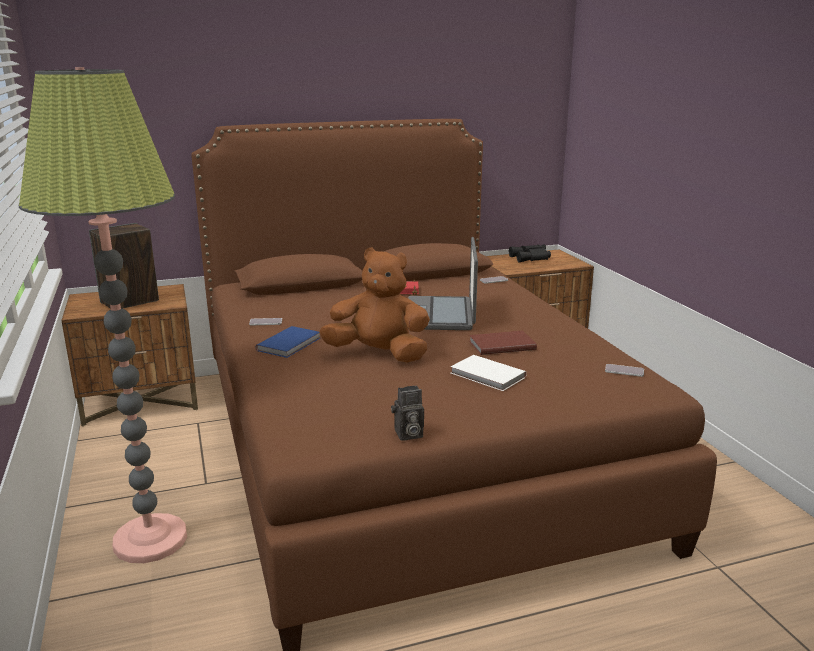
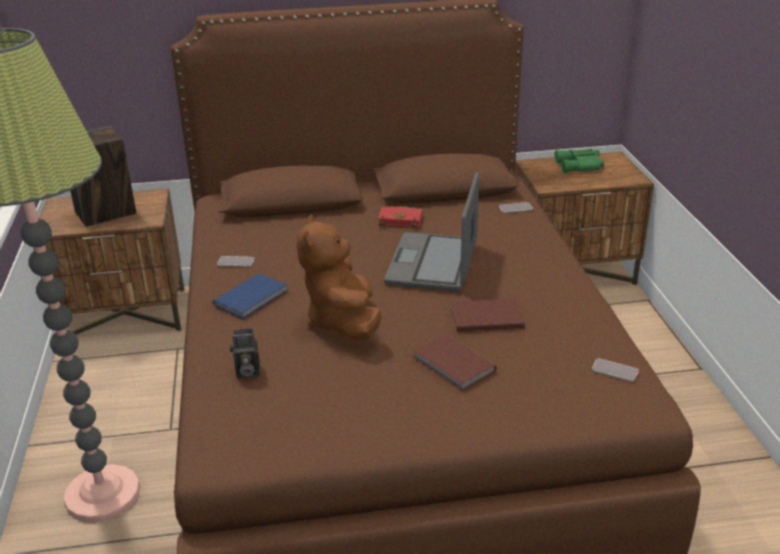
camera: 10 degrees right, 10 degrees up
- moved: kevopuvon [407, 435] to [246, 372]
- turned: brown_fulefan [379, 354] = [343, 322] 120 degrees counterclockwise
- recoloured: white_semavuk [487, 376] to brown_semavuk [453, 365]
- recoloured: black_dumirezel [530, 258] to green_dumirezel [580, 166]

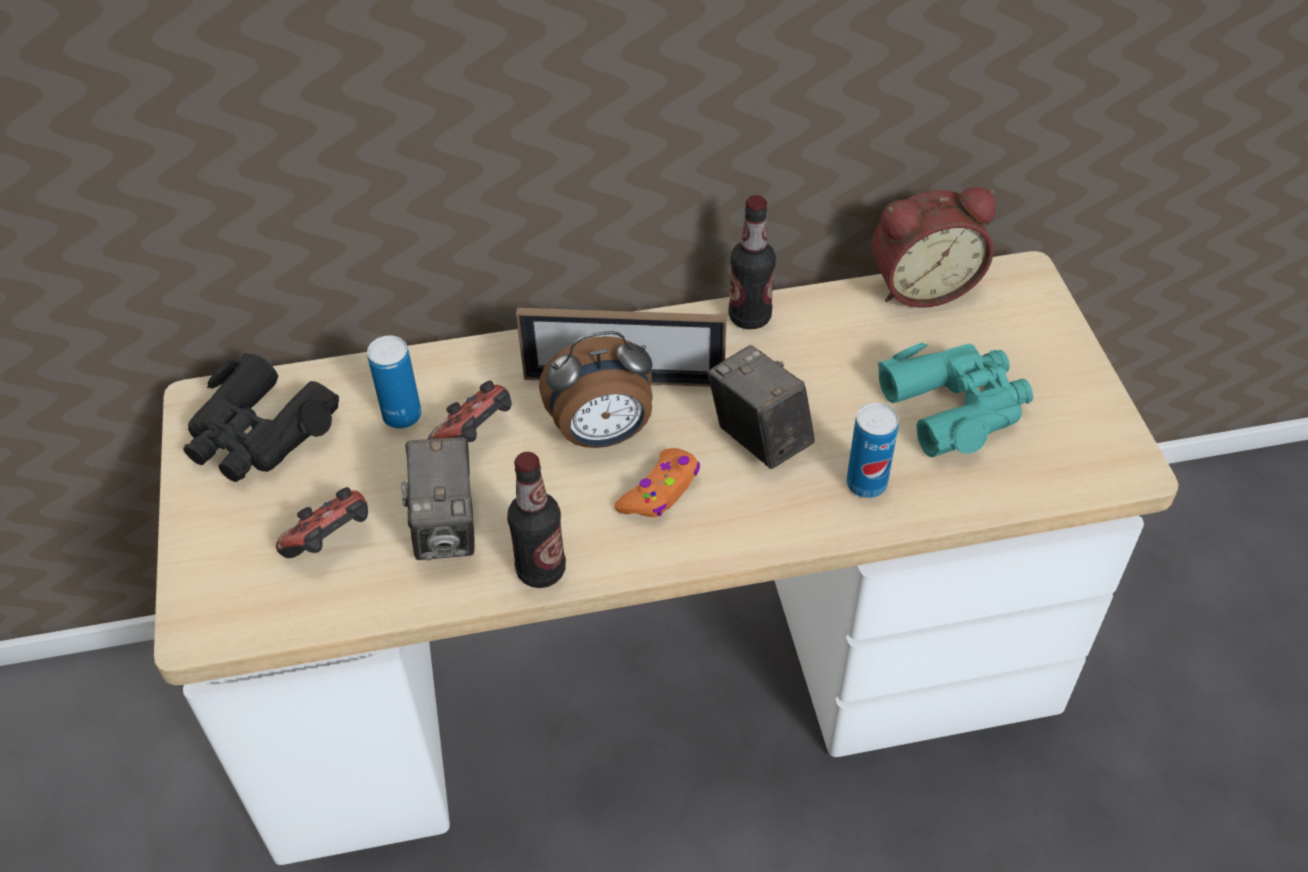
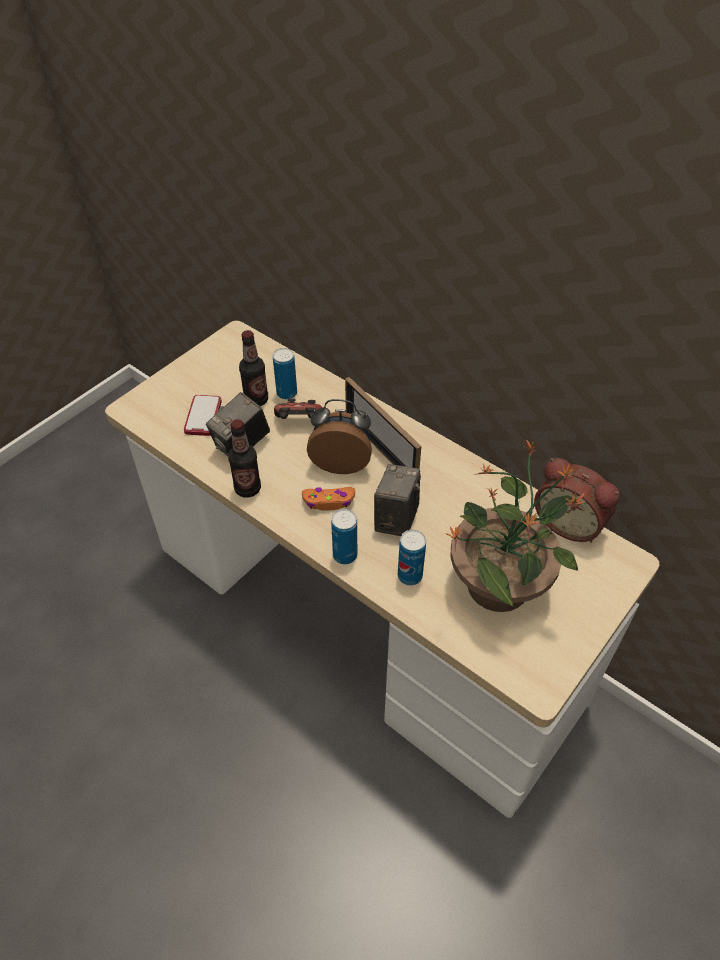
camera: 50 degrees right, 0 degrees up
- replaced: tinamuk [332, 542] to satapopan [203, 416]
- moved: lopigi [749, 317] to [256, 400]
- turned: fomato [602, 435] = [341, 462] 150 degrees clockwise
- added: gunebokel [345, 555]
- replaced: turquoise_dumirezel [956, 406] to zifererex [500, 584]
- removed: black_dumirezel [259, 434]

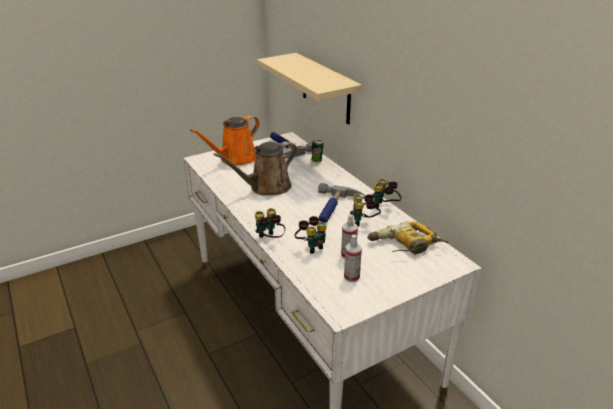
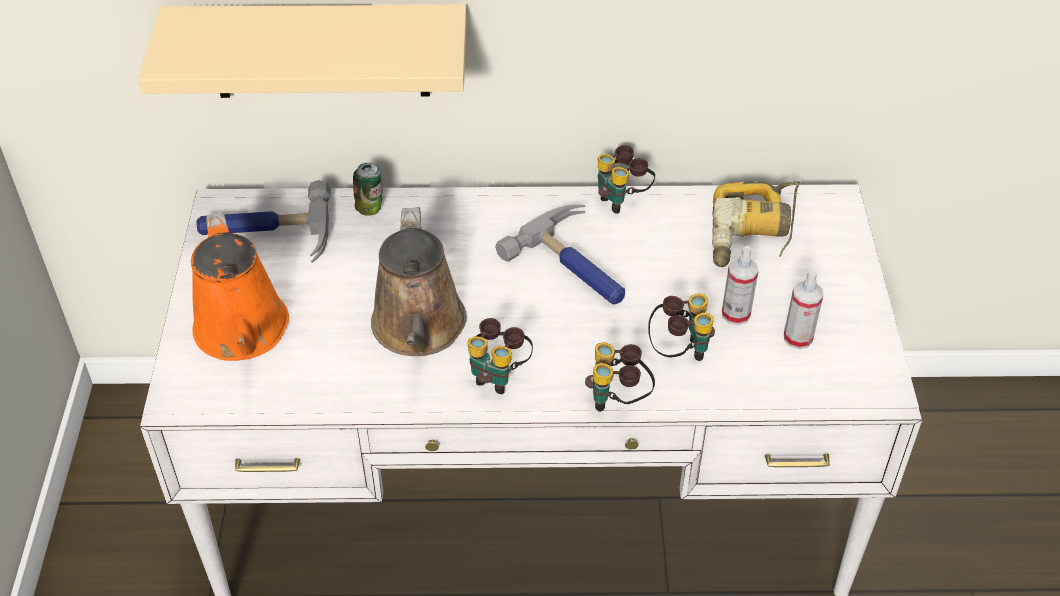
camera: 60 degrees left, 15 degrees up
- moved: dumirezel [364, 222] to [498, 375]

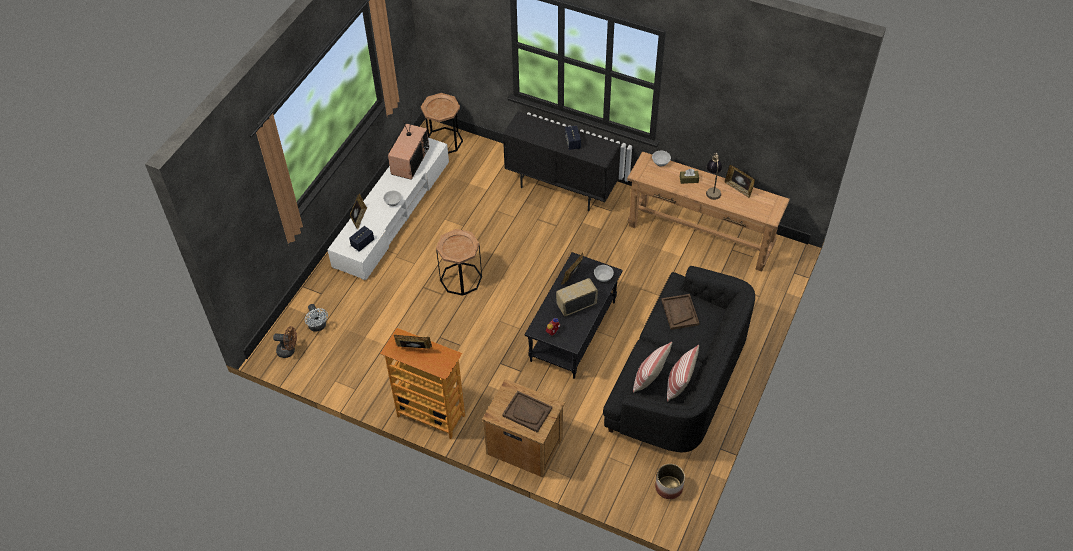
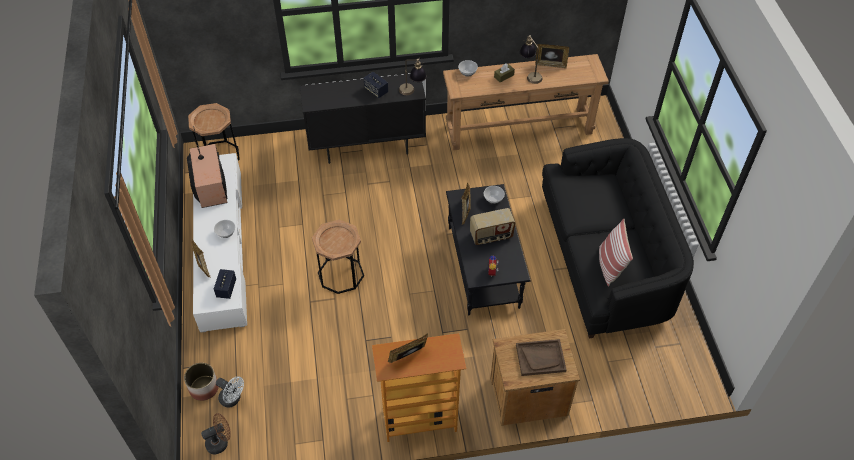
camera: 35 degrees left, 0 degrees up
- moved: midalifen [669, 487] to [204, 388]
- added: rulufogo [412, 92]
- turned: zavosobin [576, 305] = [491, 236] 135 degrees counterclockwise
- removed: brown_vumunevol [679, 312]
- removed: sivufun [679, 384]

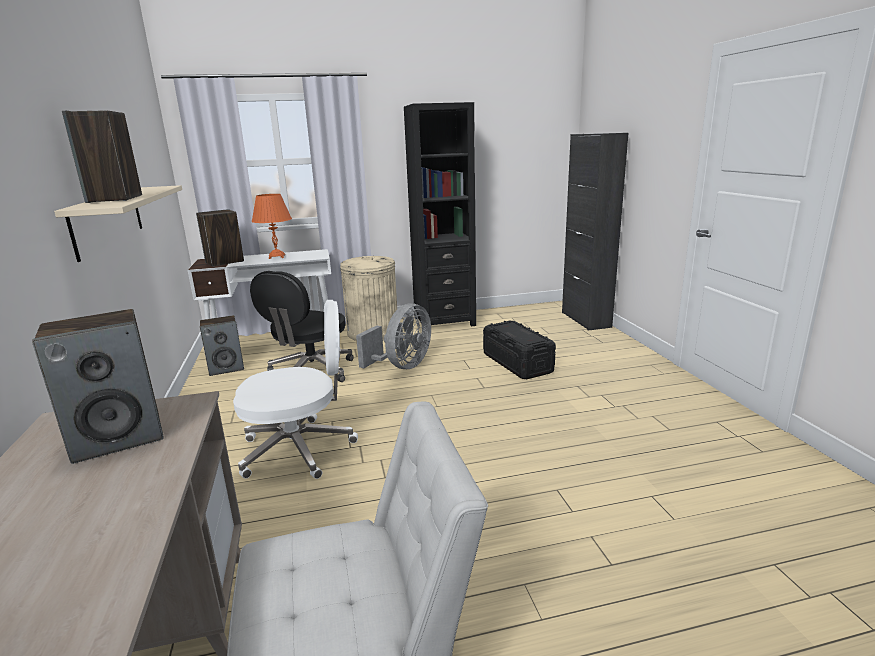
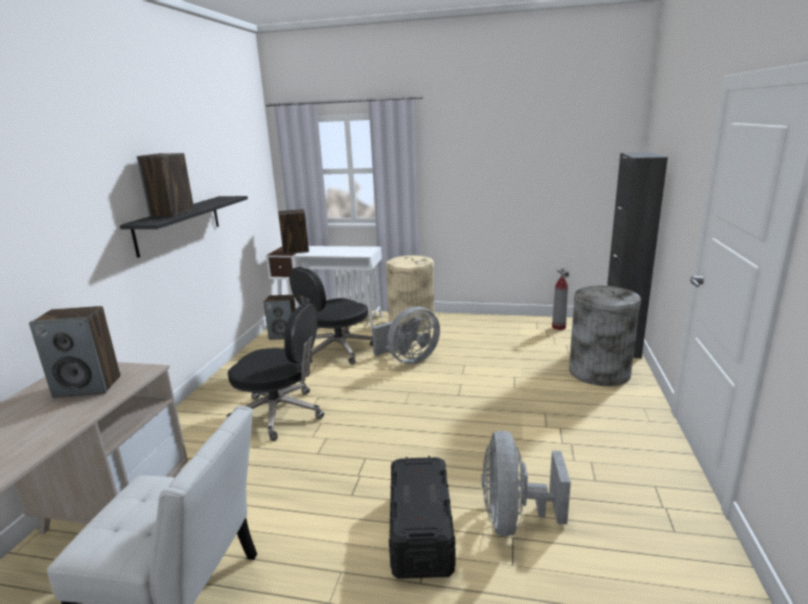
camera: 25 degrees right, 0 degrees up
- recoloured: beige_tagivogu [108, 220] to black_tagivogu [179, 224]
- recoloured: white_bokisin [300, 449] to black_bokisin [280, 414]
- moved: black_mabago [517, 363] to [421, 531]
- added: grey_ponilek [514, 519]
- added: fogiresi [558, 327]
- added: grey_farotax [599, 372]
- removed: orange_rulufogo [277, 257]
- removed: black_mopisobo [444, 321]

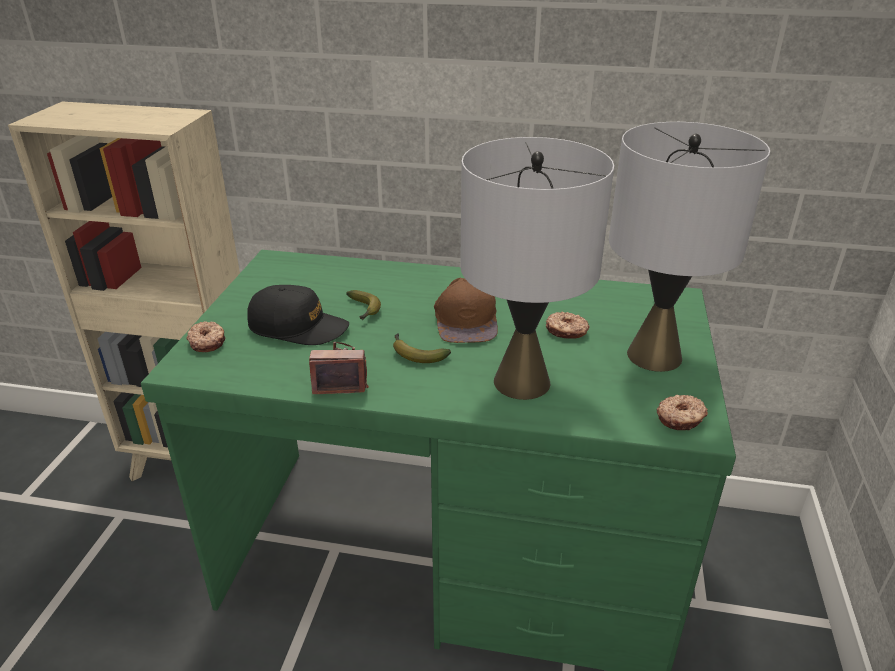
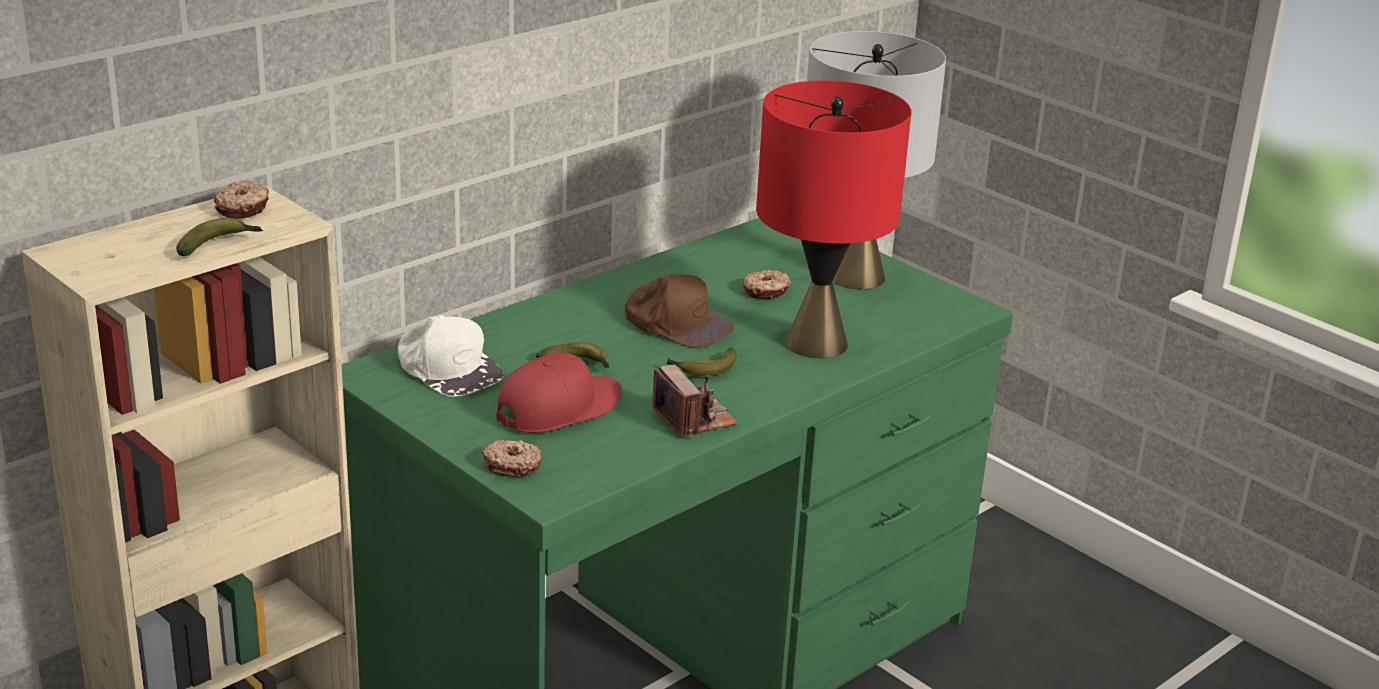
camera: 55 degrees left, 5 degrees down
- added: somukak [218, 245]
- moved: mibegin [681, 419] to [243, 208]
- added: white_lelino [448, 368]
- recoloured: black_lelino [298, 327] to red_lelino [559, 408]
- turned: kevopuvon [340, 379] = [694, 419] 120 degrees clockwise
- recoloured: grey_rulufogo [522, 382] to red_rulufogo [817, 343]

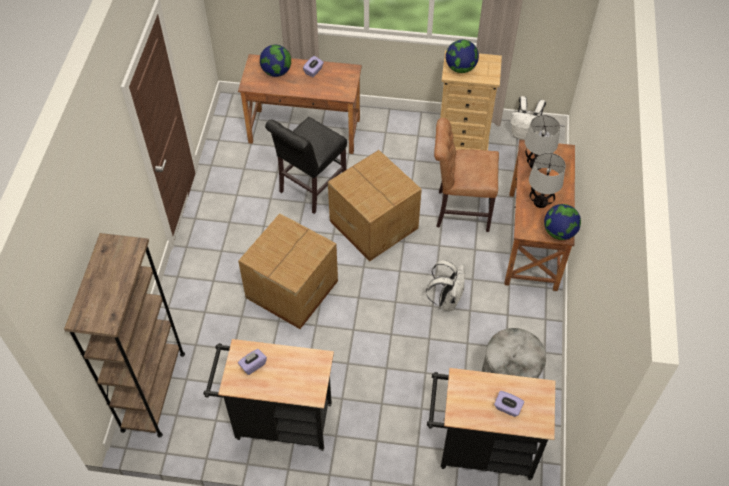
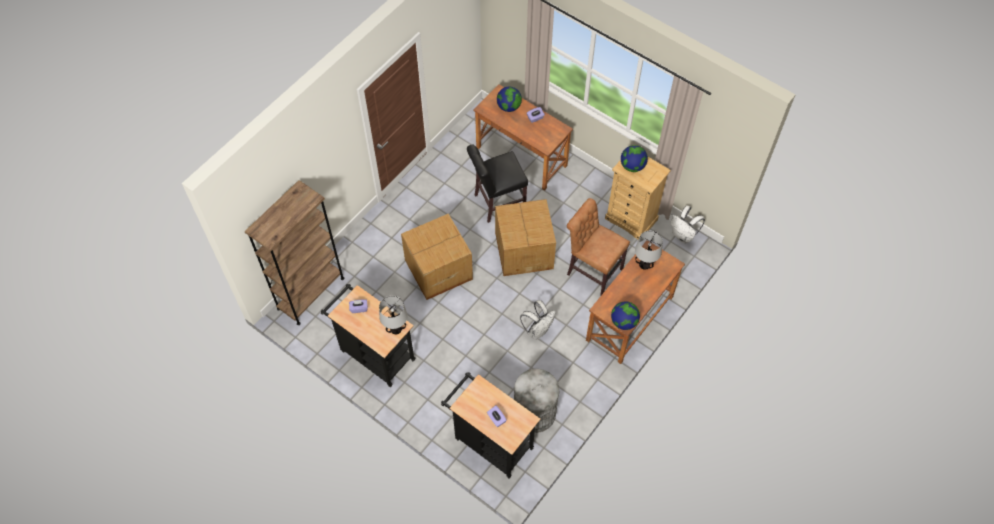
camera: 30 degrees right, 5 degrees up
- moved: rulufogo [540, 202] to [395, 329]

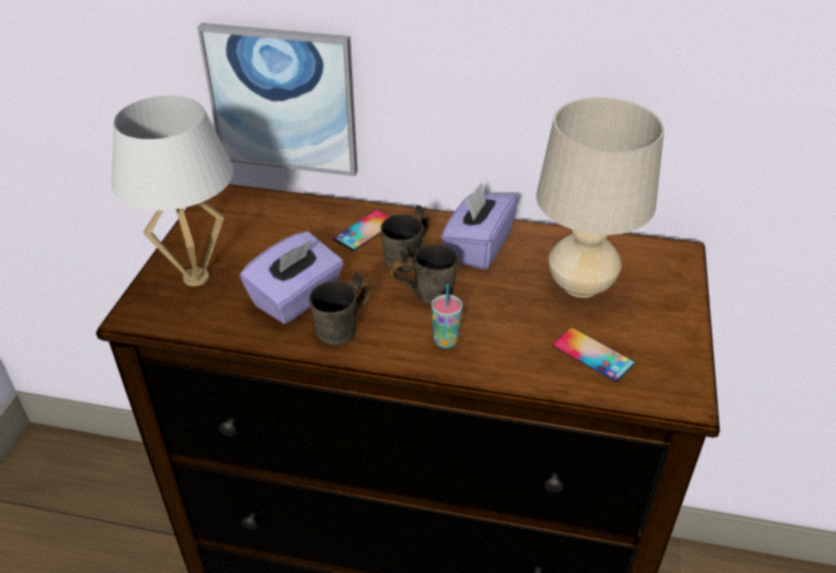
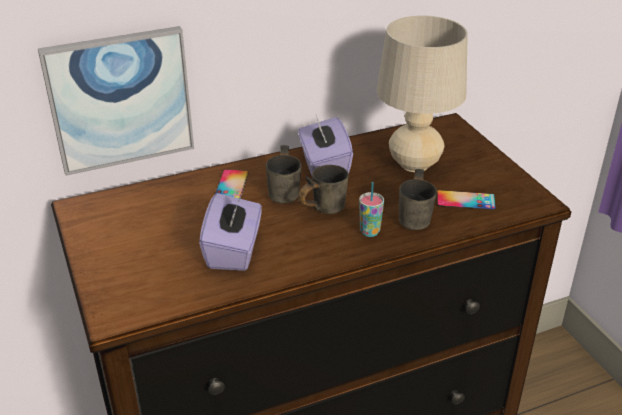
camera: 35 degrees left, 5 degrees down
- moved: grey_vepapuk [346, 331] to [418, 218]
- removed: white_rulufogo [197, 278]

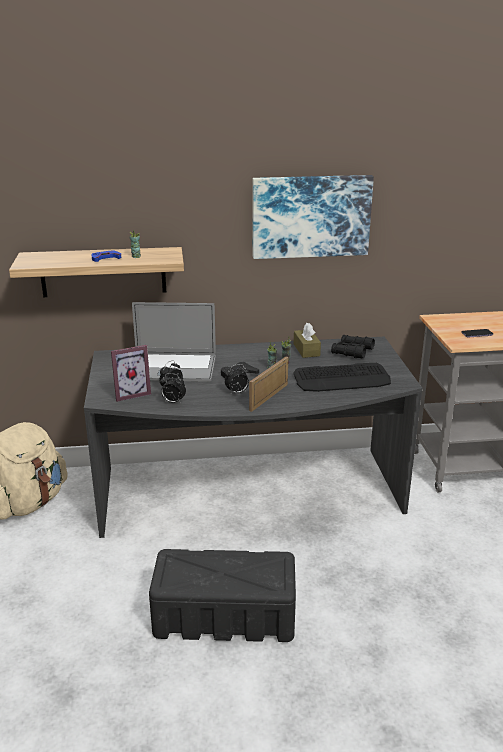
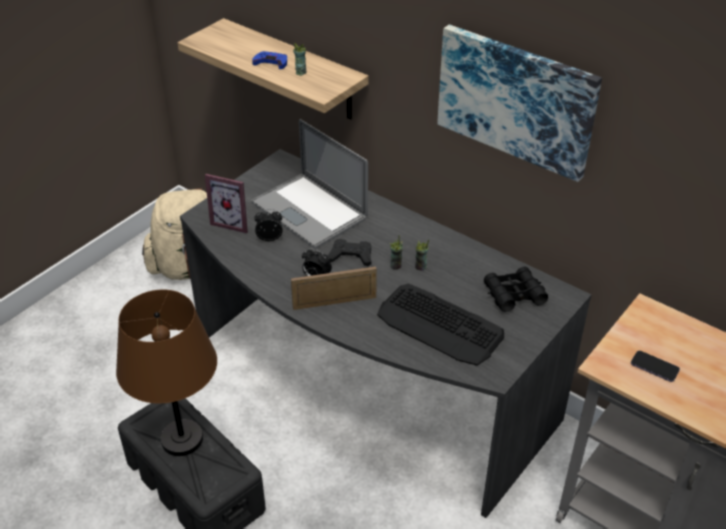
camera: 45 degrees right, 15 degrees up
- added: brown_rulufogo [182, 439]
- removed: fomato [173, 402]
- removed: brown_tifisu [306, 350]

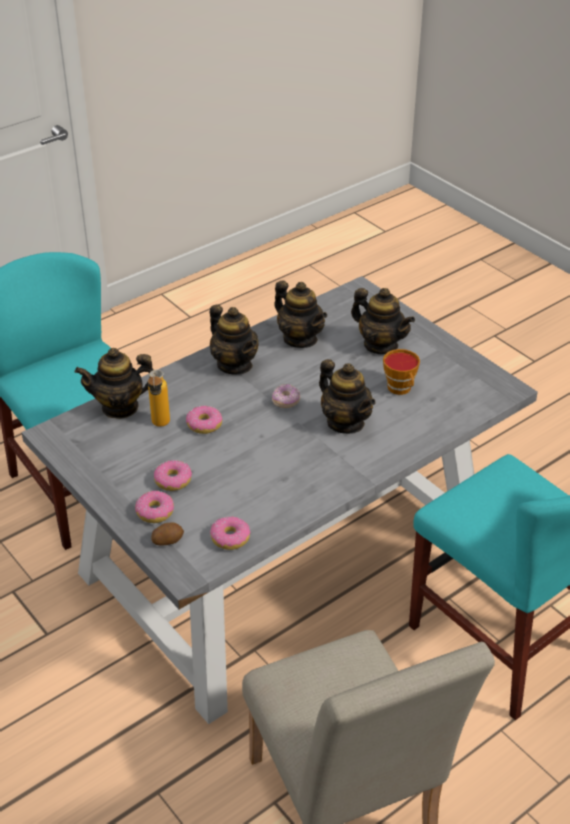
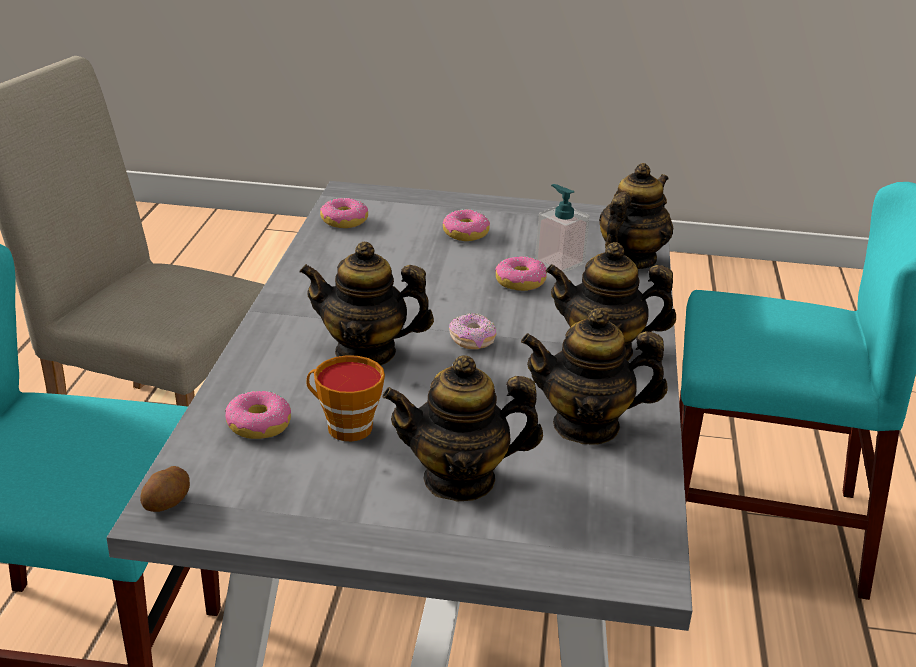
camera: 135 degrees right, 10 degrees down
- moved: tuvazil [167, 540] to [168, 503]
- moved: mibegin [155, 512] to [258, 425]
- replaced: lopigi [160, 426] to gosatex [559, 262]

